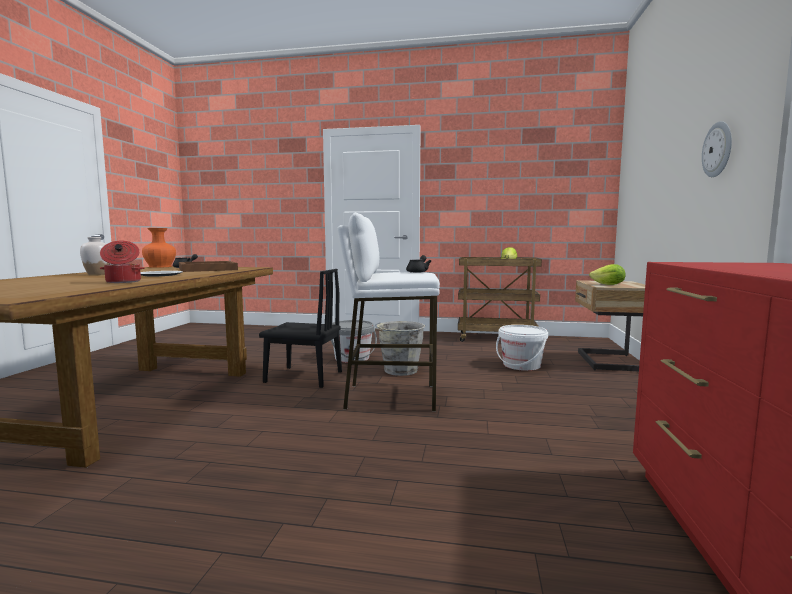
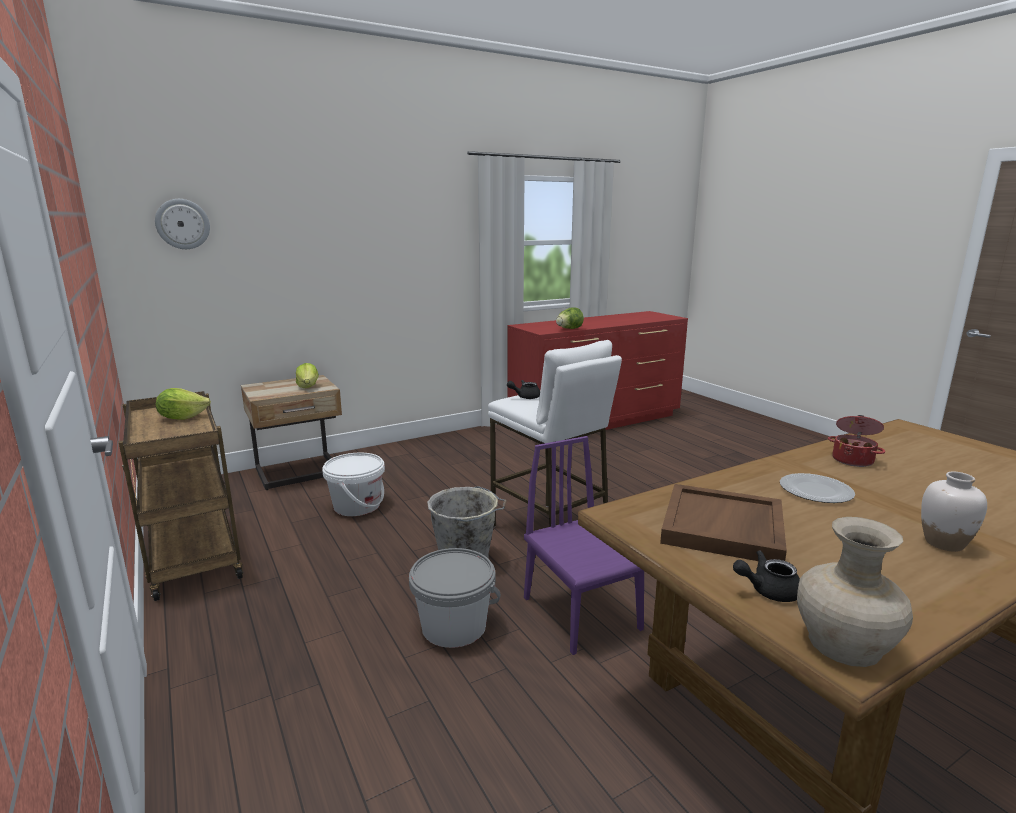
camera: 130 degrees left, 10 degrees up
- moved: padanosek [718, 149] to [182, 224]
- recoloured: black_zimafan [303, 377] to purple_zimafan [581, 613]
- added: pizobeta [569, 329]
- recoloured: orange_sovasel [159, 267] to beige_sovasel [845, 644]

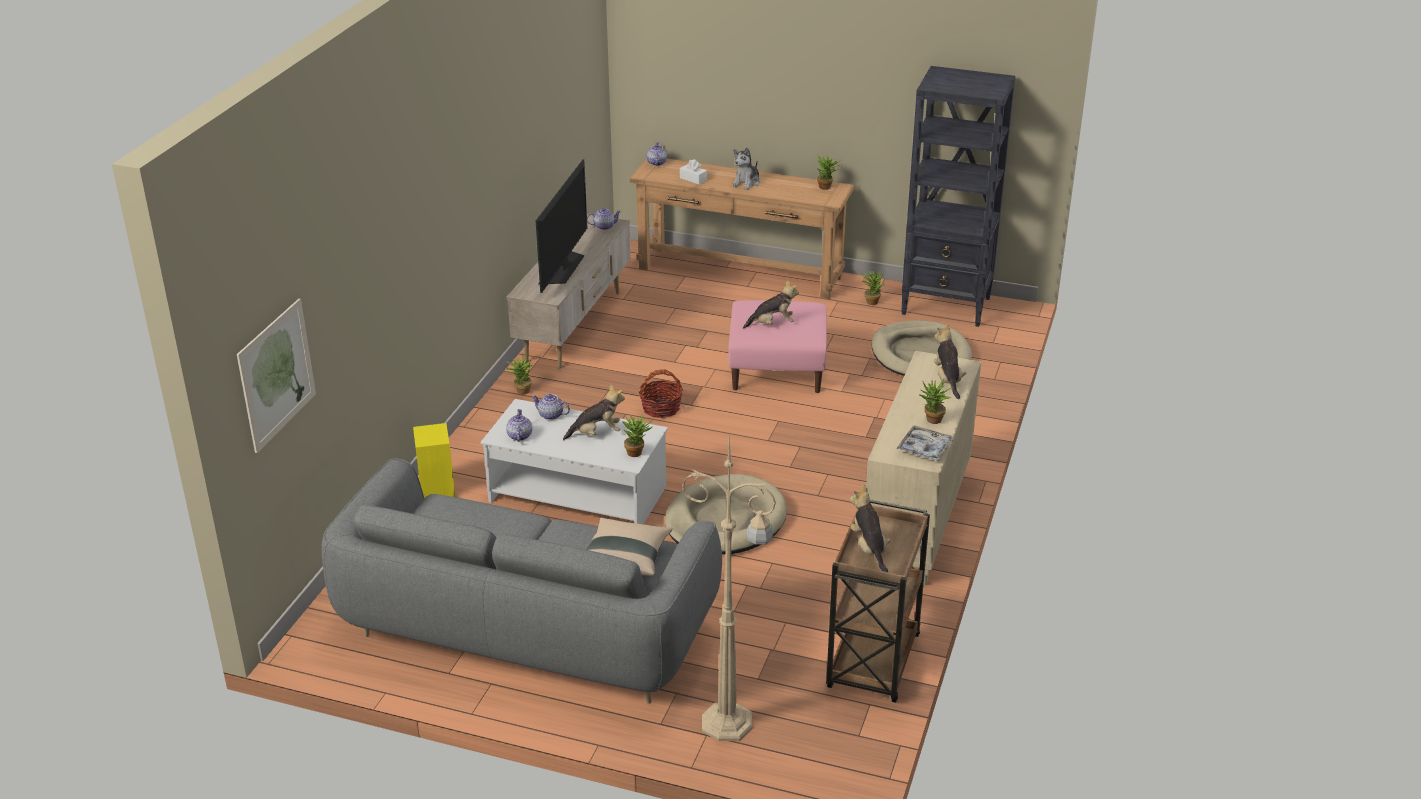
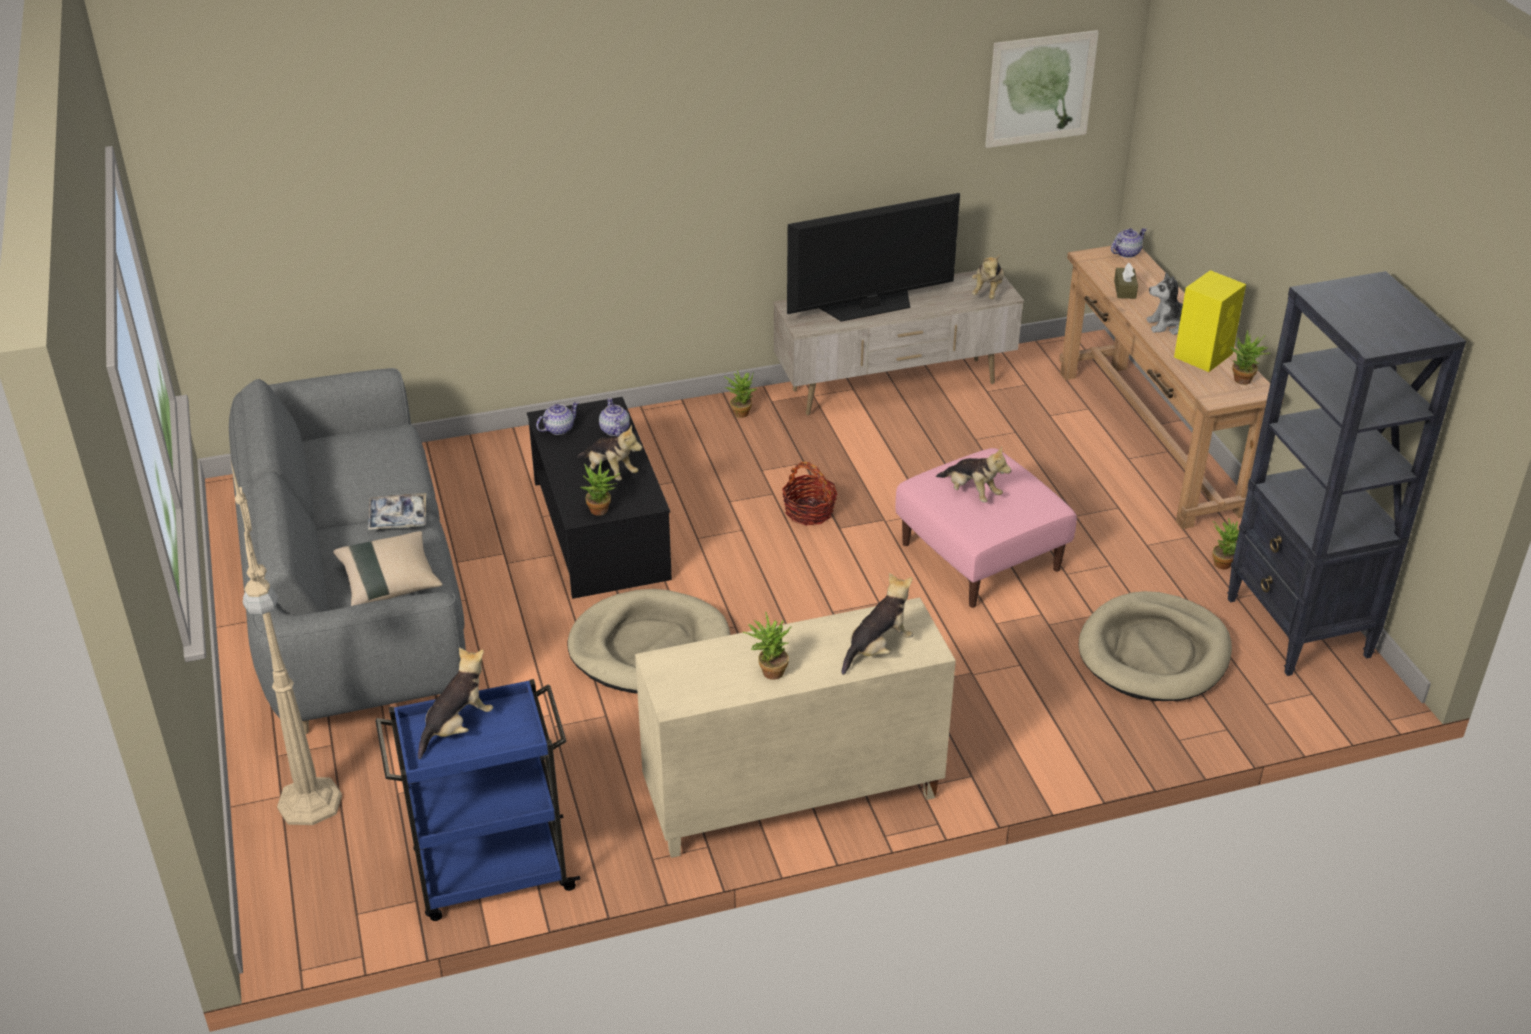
camera: 55 degrees right, 5 degrees up
- moved: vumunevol [925, 448] to [398, 517]
- recoloured: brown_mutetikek [873, 663] to blue_mutetikek [490, 873]
- recoloured: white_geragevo [577, 494] to black_geragevo [600, 529]
- replaced: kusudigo [604, 226] to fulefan [987, 291]
- moved: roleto [277, 375] to [1040, 89]
- recoloured: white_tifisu [693, 179] to brown_tifisu [1125, 289]
- moved: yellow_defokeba [437, 488] to [1204, 355]

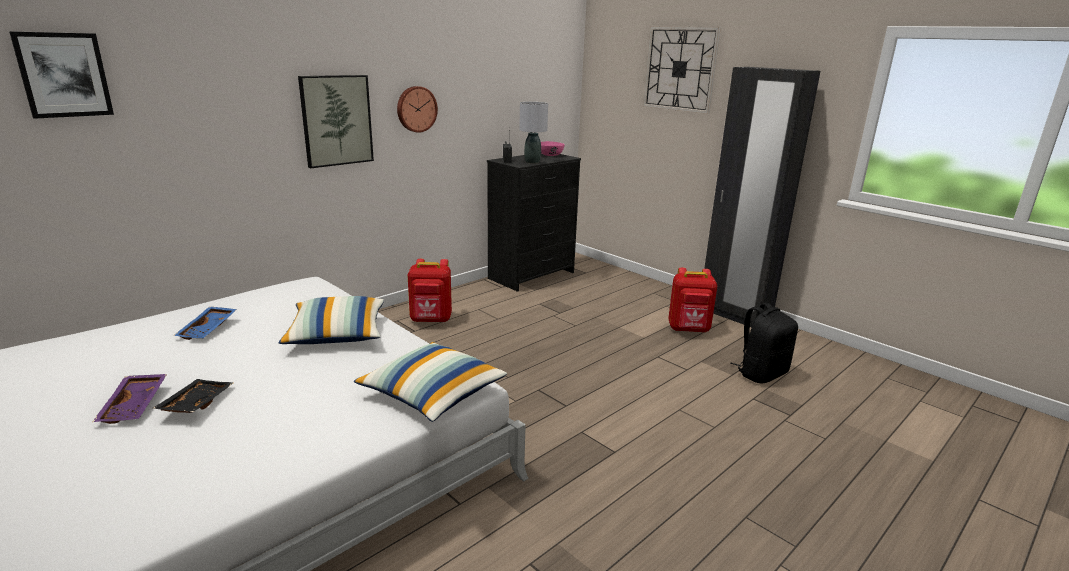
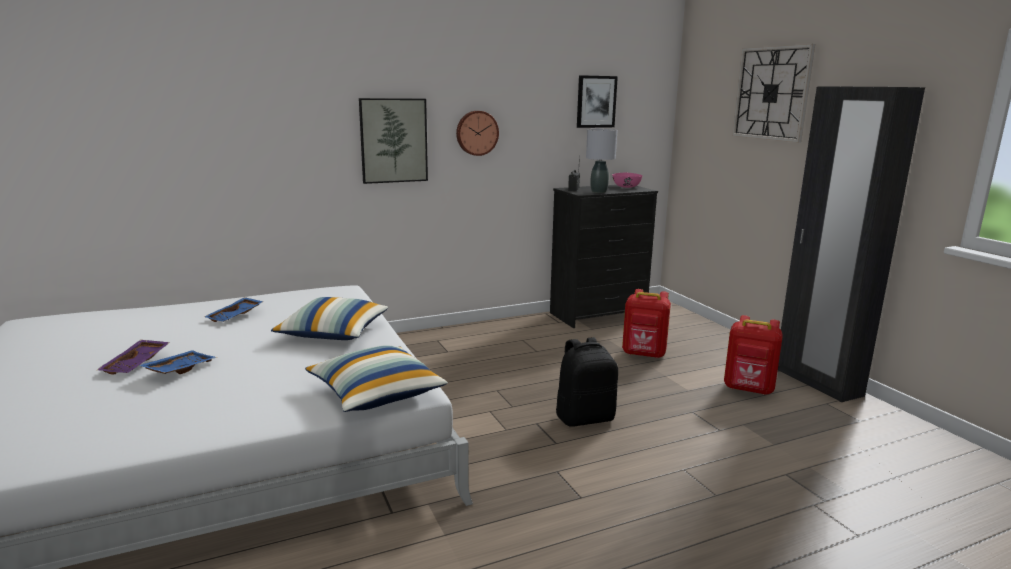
camera: 20 degrees right, 5 degrees down
- recoloured: black_vumunevol [195, 403] to blue_vumunevol [179, 369]
- moved: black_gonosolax [761, 373] to [585, 418]
- moved: roleto [64, 75] to [596, 101]
- moved: red_gonosolax [431, 320] to [644, 354]

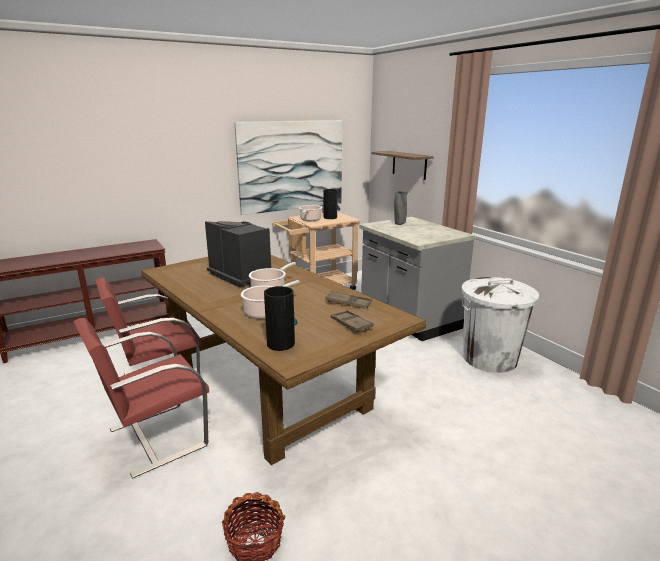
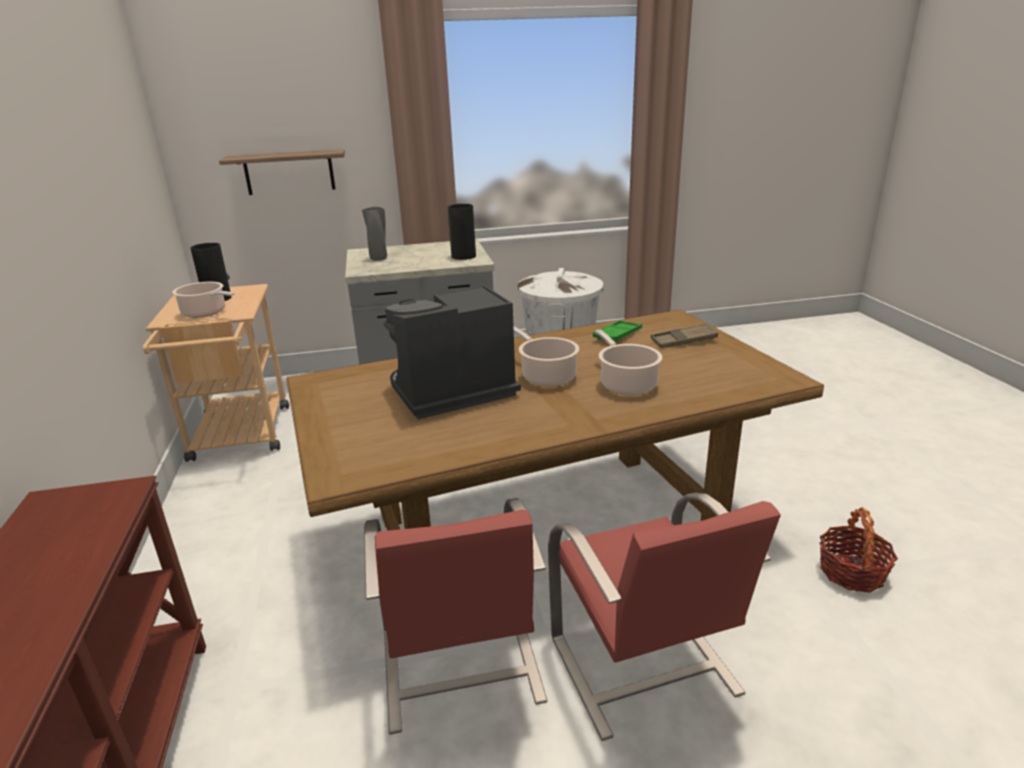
camera: 70 degrees left, 5 degrees up
- moved: sovasel [281, 343] to [463, 256]
- recoloured: brown_vumunevol [348, 303] to green_vumunevol [617, 335]
- removed: roleto [291, 166]

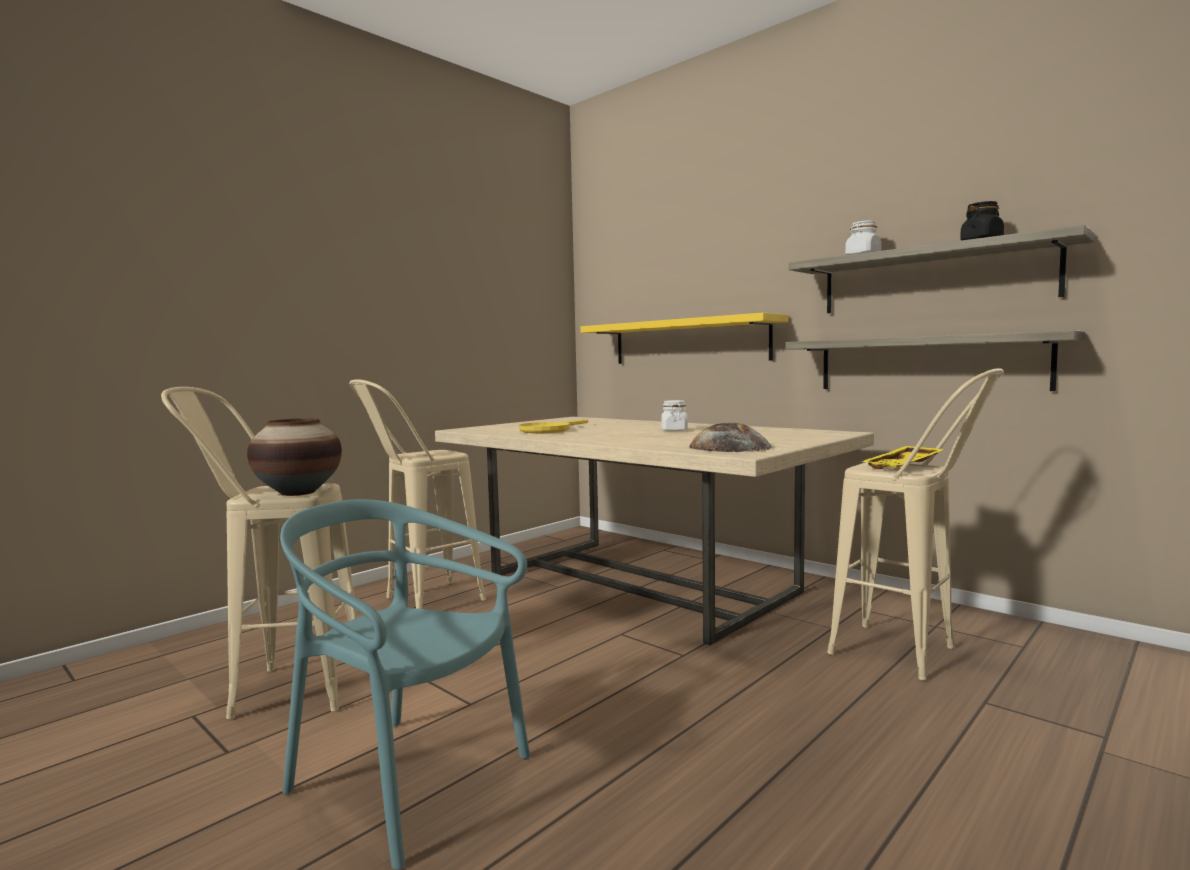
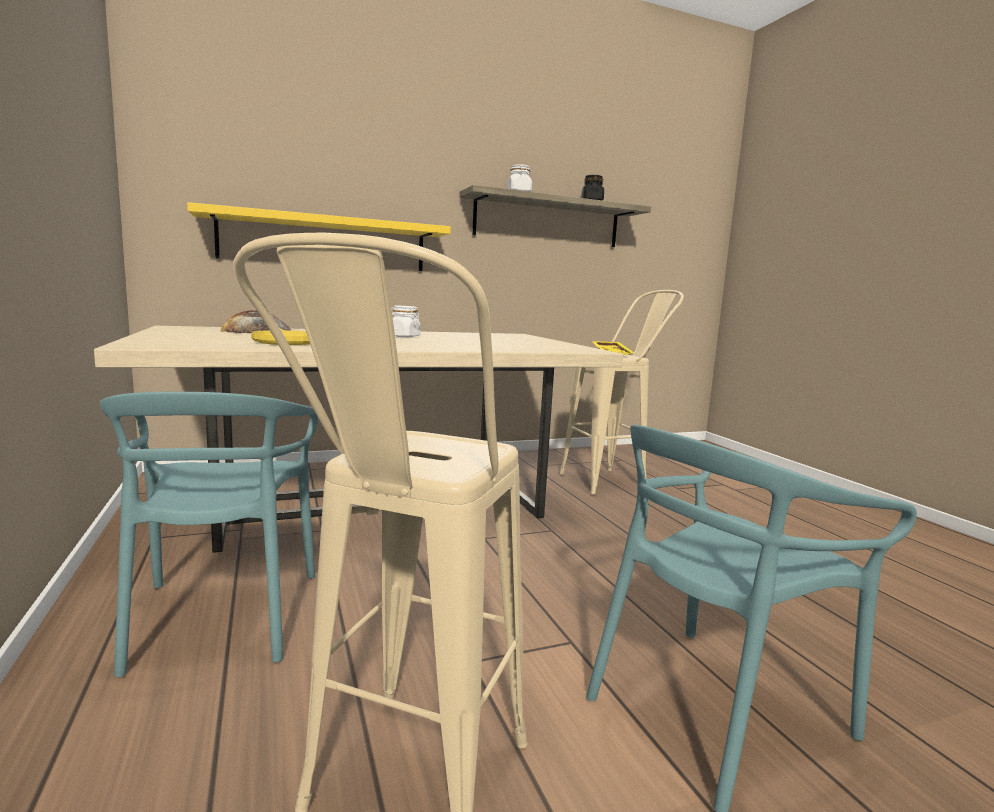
camera: 65 degrees left, 5 degrees up
- replaced: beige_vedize [420, 603] to turquoise_zimafan [222, 617]
- moved: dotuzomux [729, 447] to [256, 331]
- removed: sovasel [298, 492]
- removed: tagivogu [928, 363]

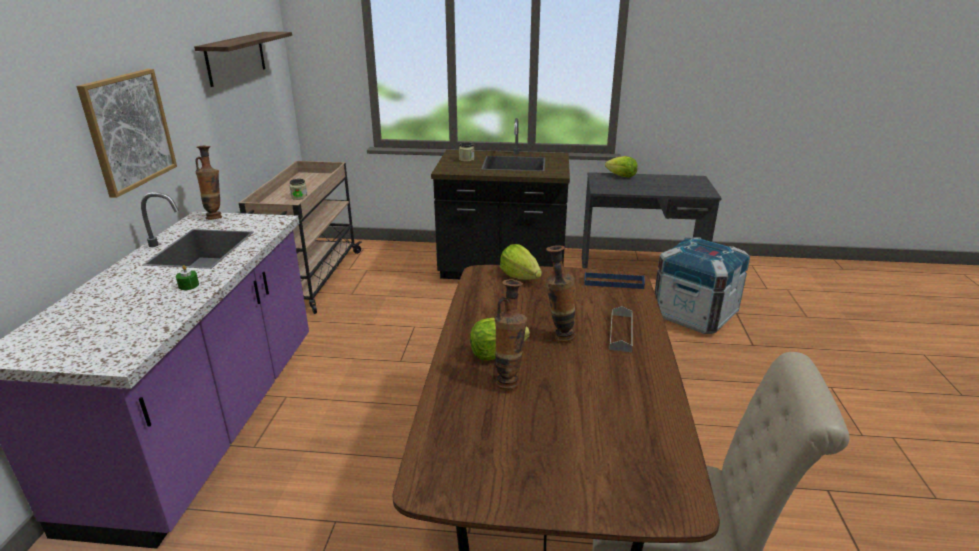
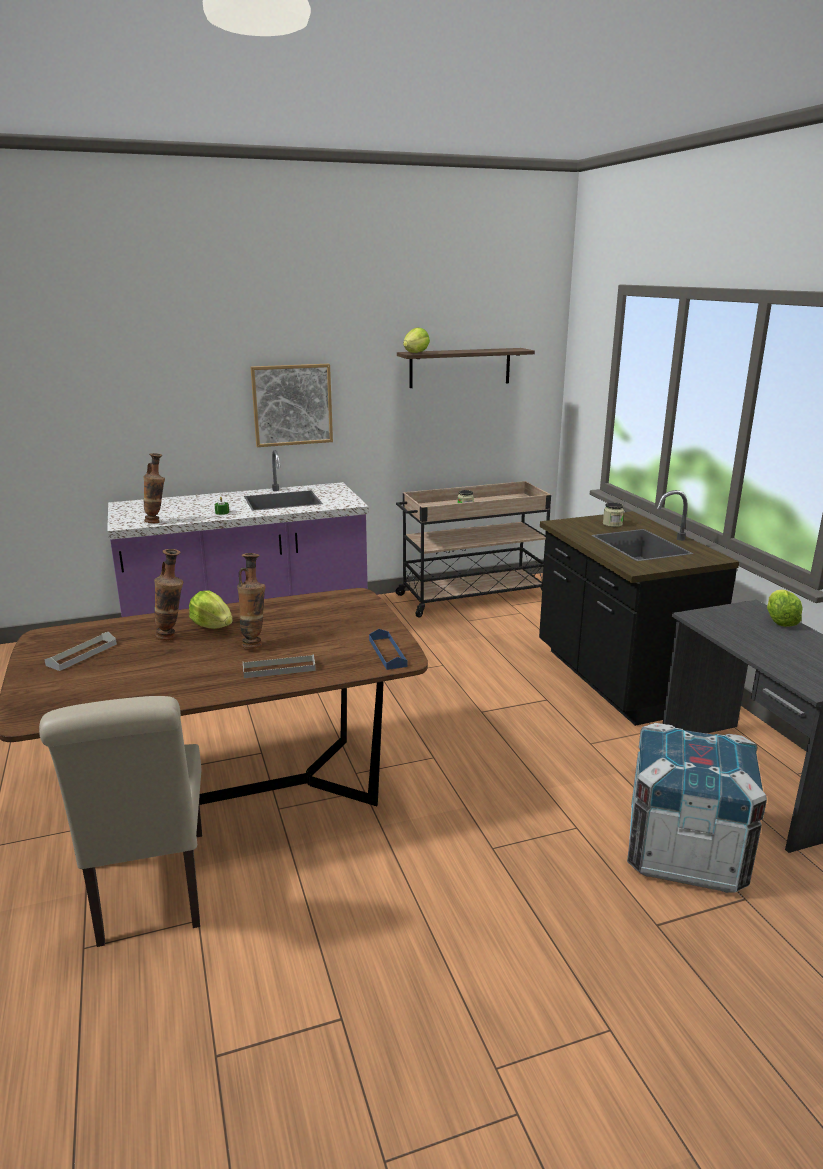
camera: 65 degrees right, 5 degrees down
- added: grey_vumunevol [82, 654]
- moved: sovasel [216, 217] to [157, 522]
- moved: pizobeta [520, 276] to [415, 353]

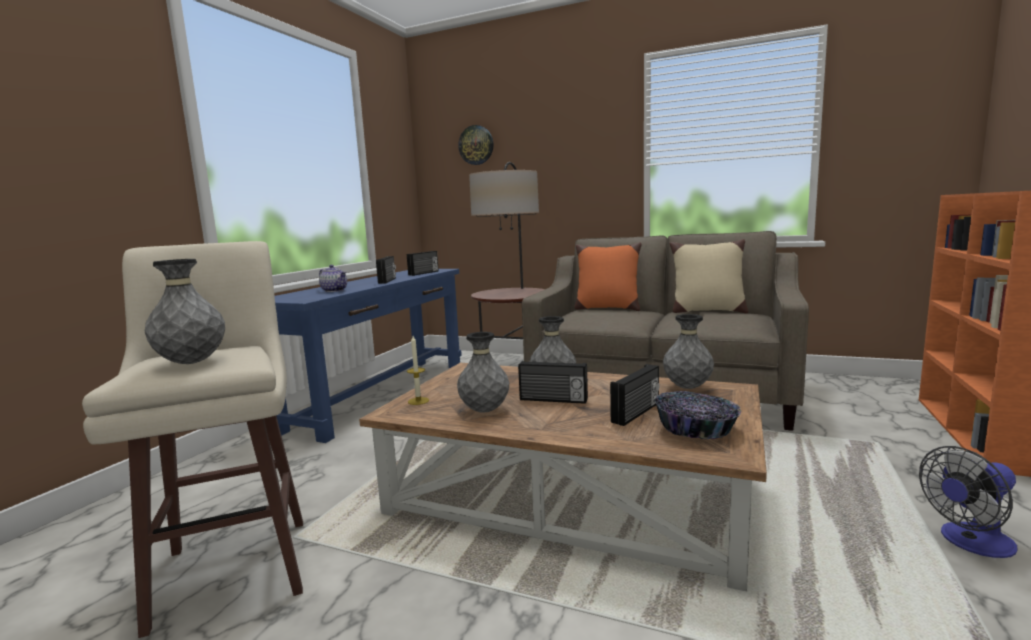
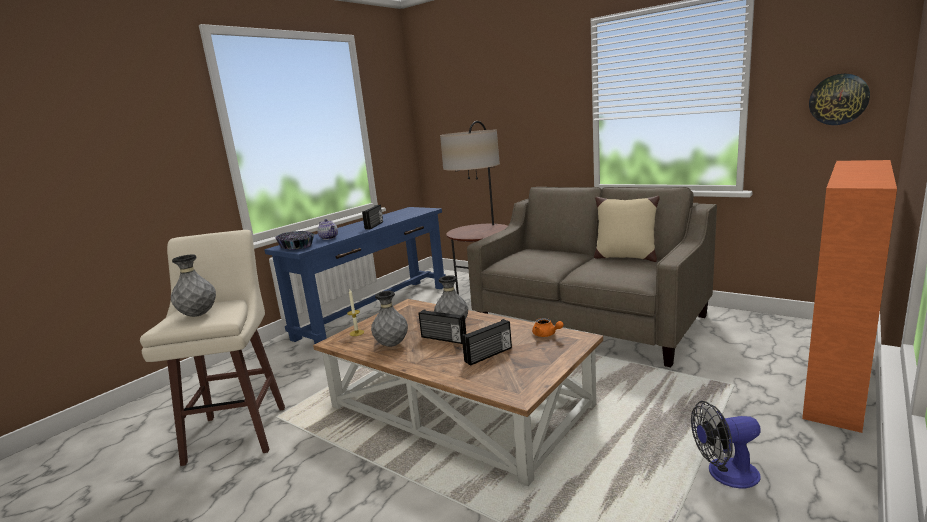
camera: 15 degrees right, 5 degrees up
- moved: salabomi [695, 429] to [297, 247]
- replaced: grey_sovasel [687, 387] to orange_kusudigo [546, 335]
- moved: padanosek [476, 145] to [838, 99]
- removed: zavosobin [424, 273]
- removed: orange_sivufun [607, 308]

